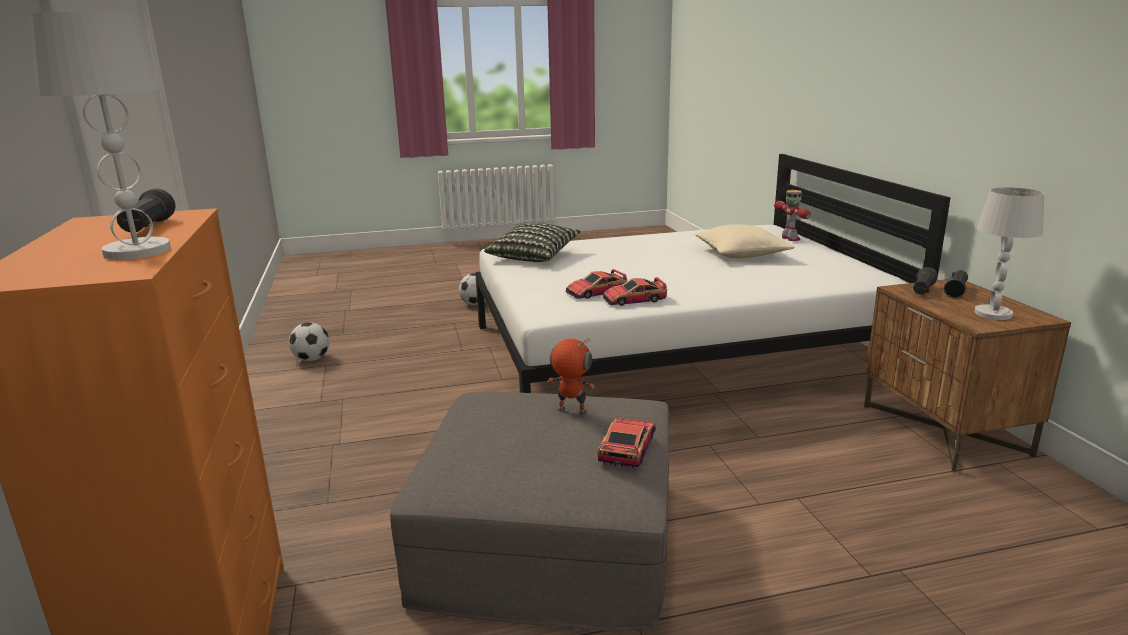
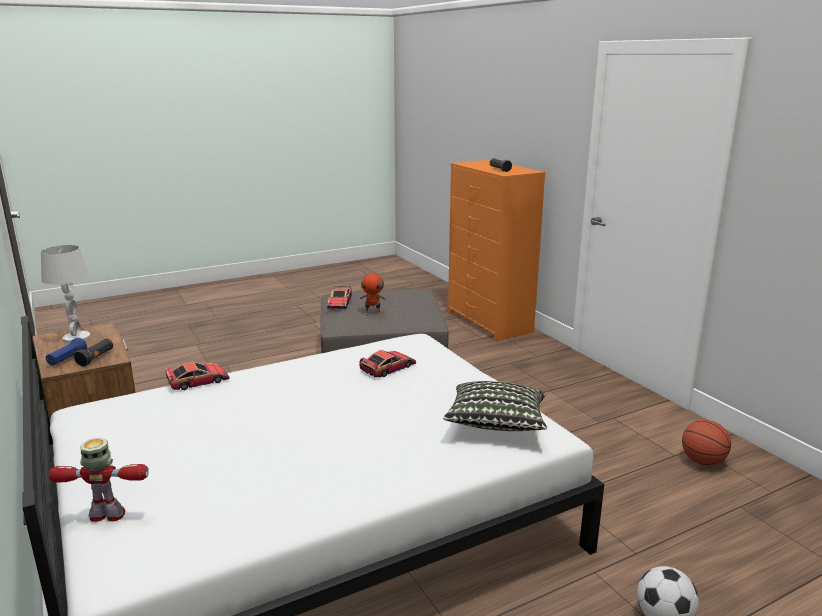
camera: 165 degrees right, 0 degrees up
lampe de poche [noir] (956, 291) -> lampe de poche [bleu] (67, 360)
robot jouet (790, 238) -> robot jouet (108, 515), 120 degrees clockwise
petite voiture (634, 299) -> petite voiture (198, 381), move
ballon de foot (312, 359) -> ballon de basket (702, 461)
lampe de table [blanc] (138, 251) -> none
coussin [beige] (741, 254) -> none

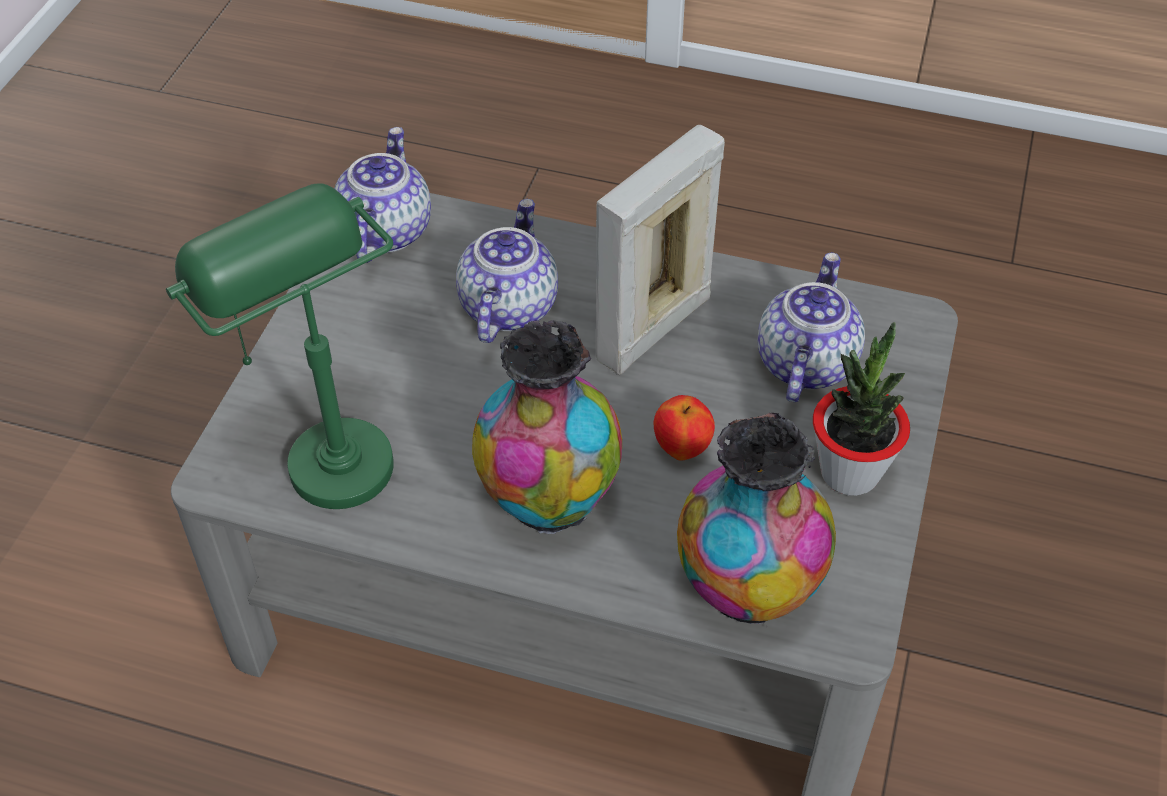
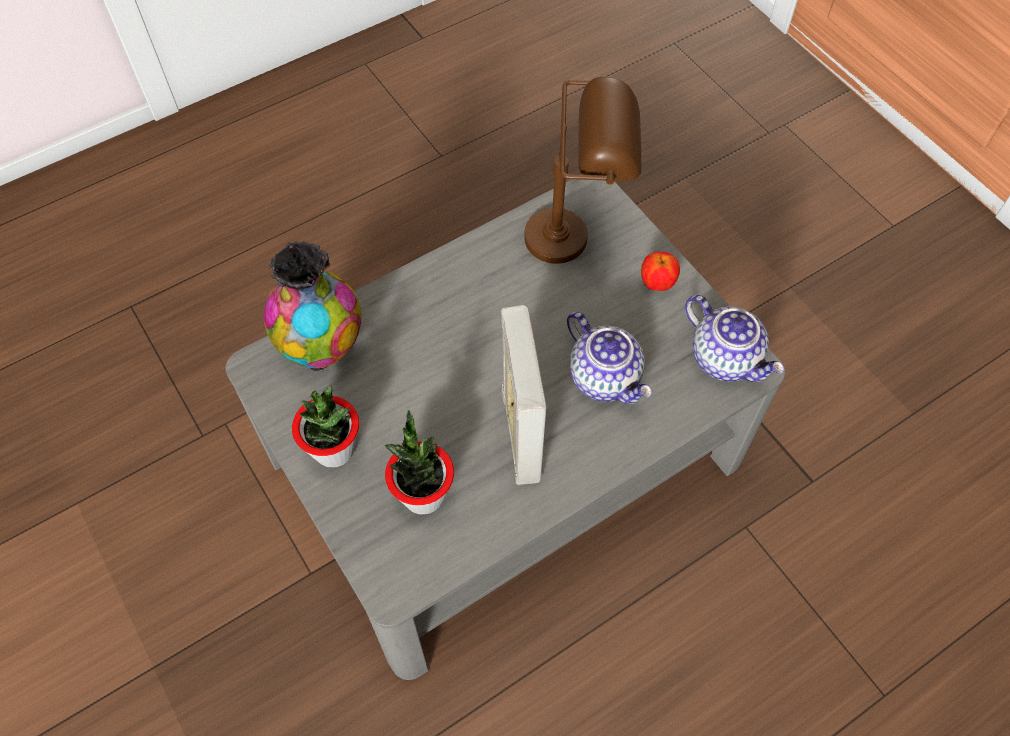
camera: 130 degrees right, 10 degrees up
théière (804, 362) -> plante en pot (423, 495)
lampe de table [vert] (319, 446) -> lampe de table [marron] (578, 237)
pomme (682, 449) -> pomme (657, 284), move
vase (549, 498) -> none

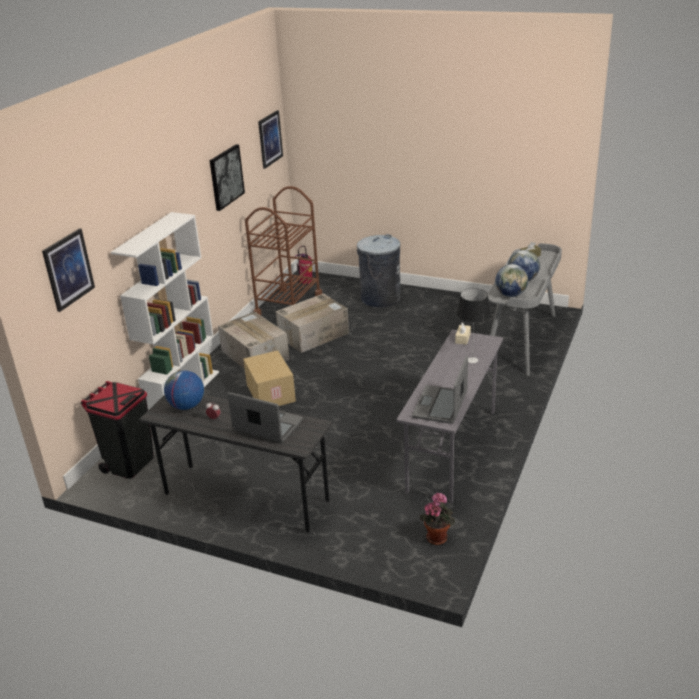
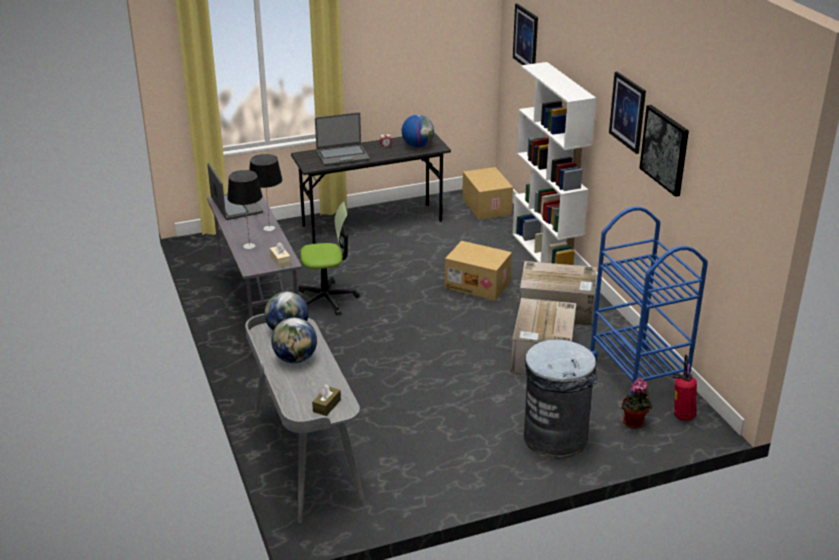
camera: 135 degrees right, 0 degrees up
none -> lampe de table (268, 228)
none -> chaise de bureau (327, 299)
poubelle [noir] (129, 463) -> carton (485, 206)
chariot [marron] (288, 305) -> chariot [bleu] (637, 375)
tableau (270, 139) -> tableau (628, 112), move
plante en pot (437, 536) -> plante en pot (634, 424), move

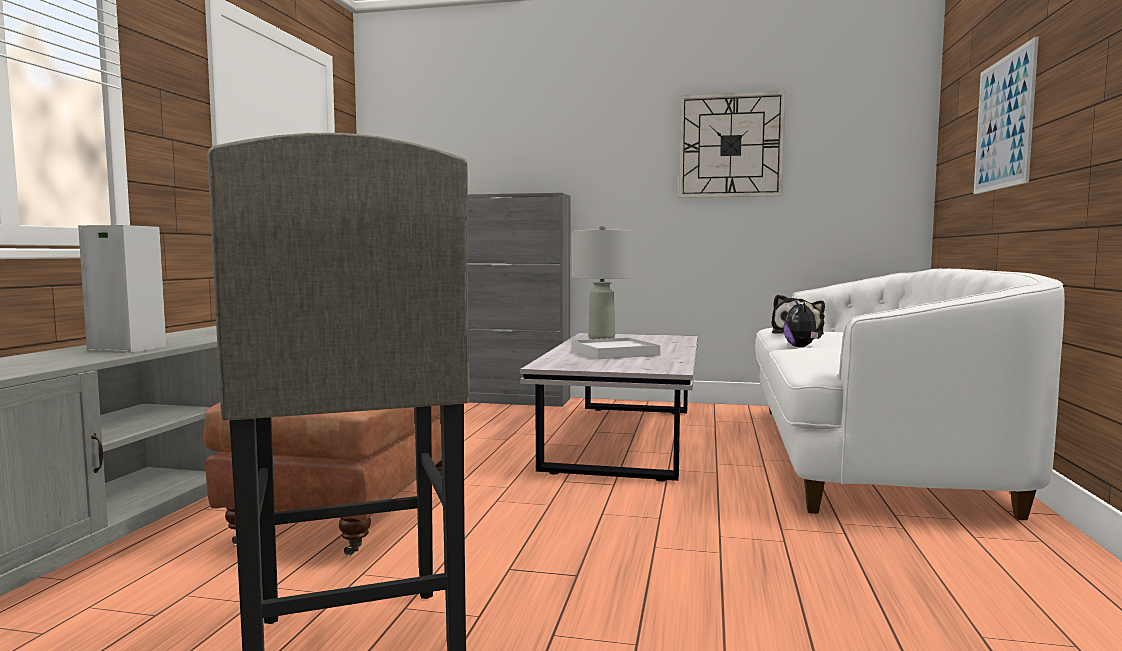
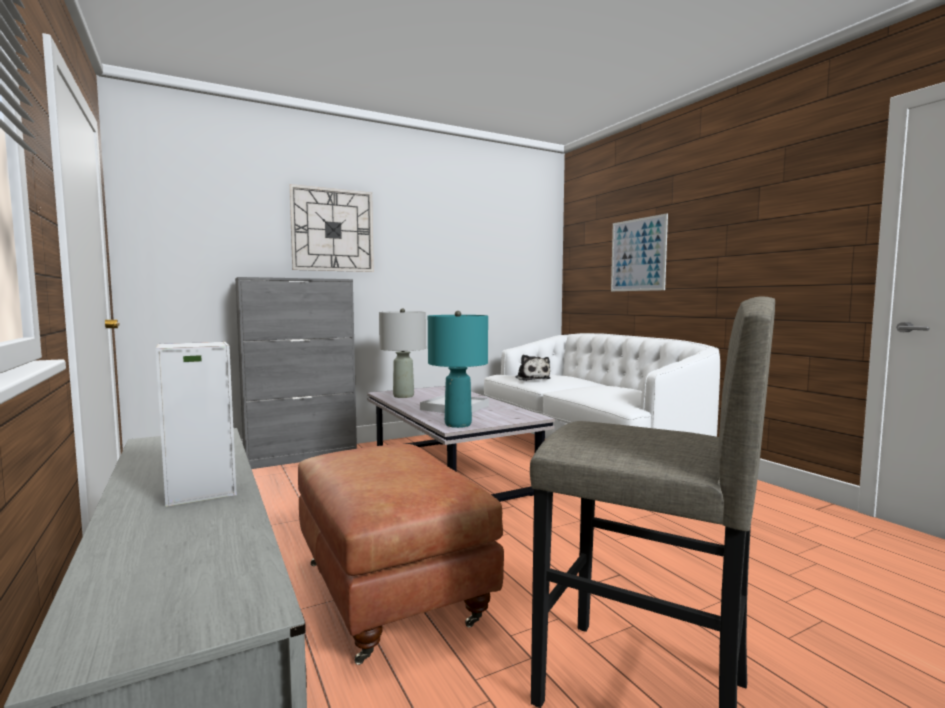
camera: 40 degrees left, 0 degrees up
horloge murale (730, 145) -> horloge murale (332, 230), move
none -> lampe de table [turquoise] (458, 424)
peluche (801, 347) -> none

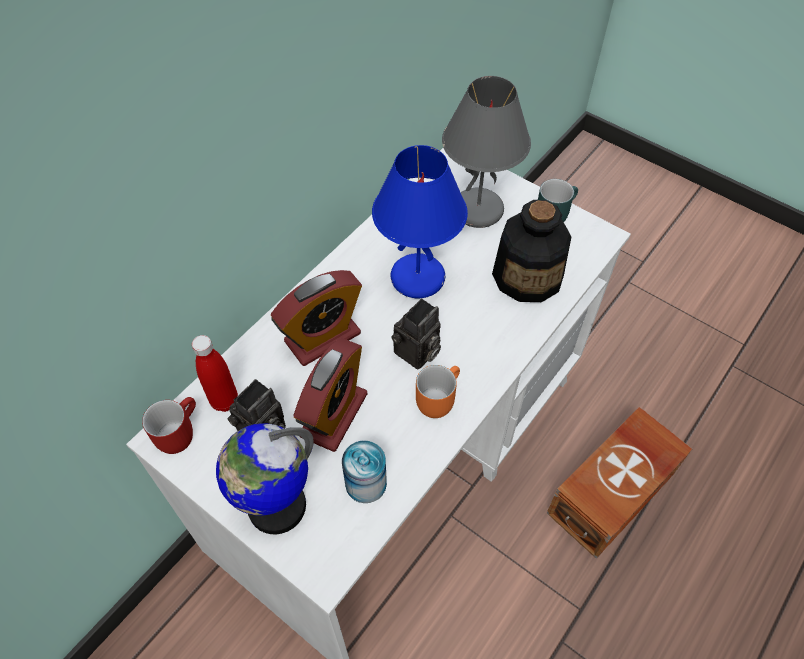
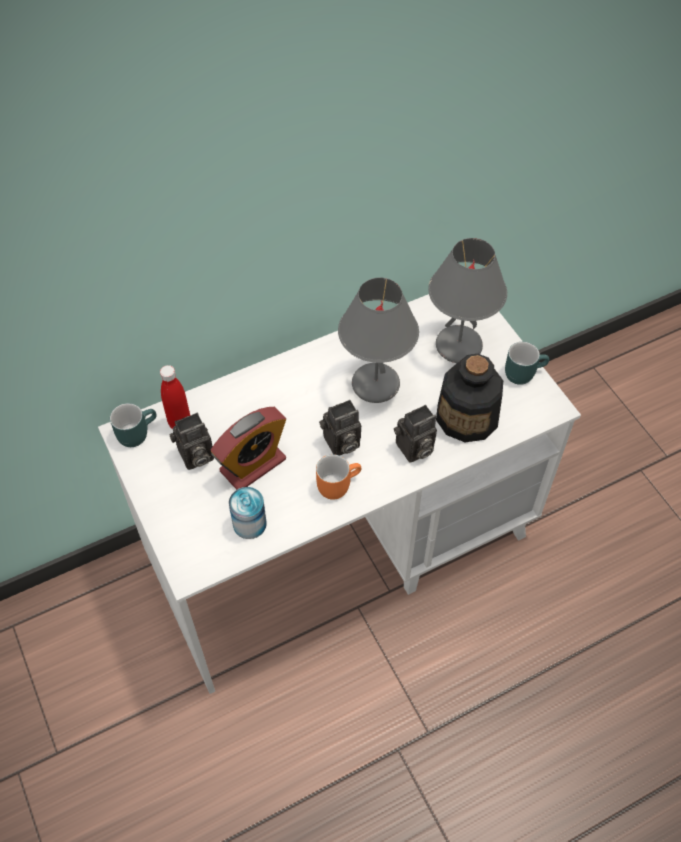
camera: 25 degrees right, 0 degrees up
mug [rouge] (177, 431) -> mug [turquoise] (136, 432)
lampe de table [bleu] (419, 277) -> lampe de table [gris] (376, 385)
none -> appareil photo (414, 450)
globe (276, 506) -> none
réveil (322, 337) -> none
boîte de rangement [marron] (613, 493) -> none

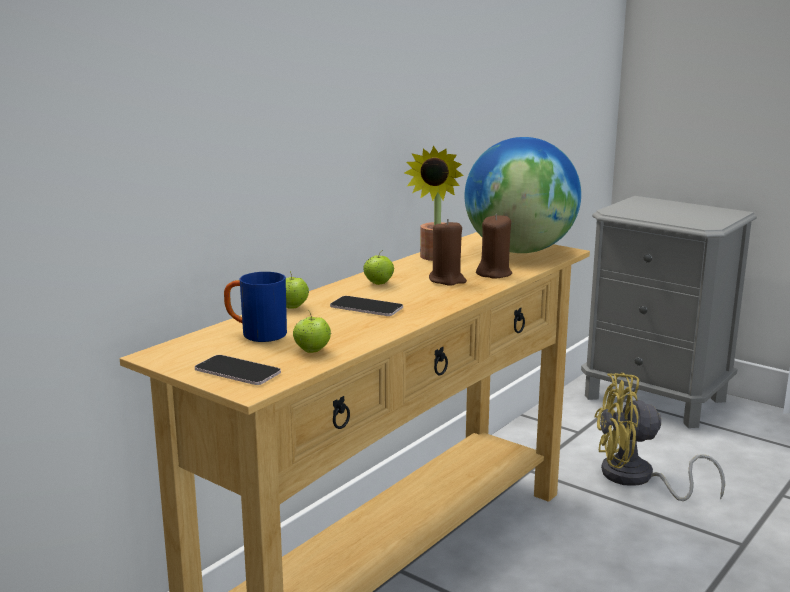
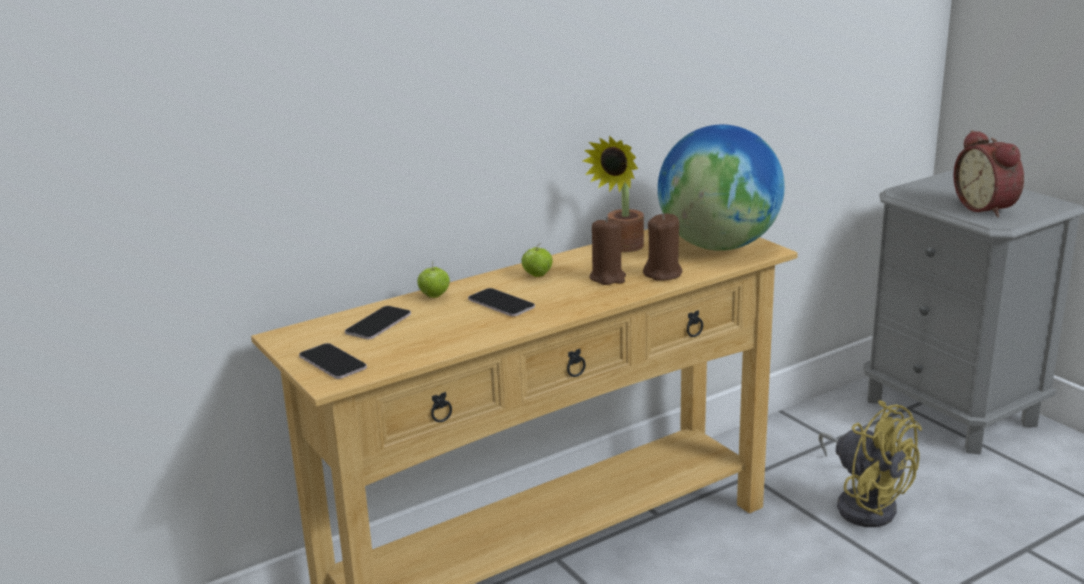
camera: 20 degrees right, 5 degrees up
mug [bleu] (256, 334) -> téléphone (378, 324)
ventilateur [jaune] (637, 479) -> ventilateur [jaune] (864, 504), 150 degrees counterclockwise
none -> réveil (987, 208)
pomme (312, 351) -> none

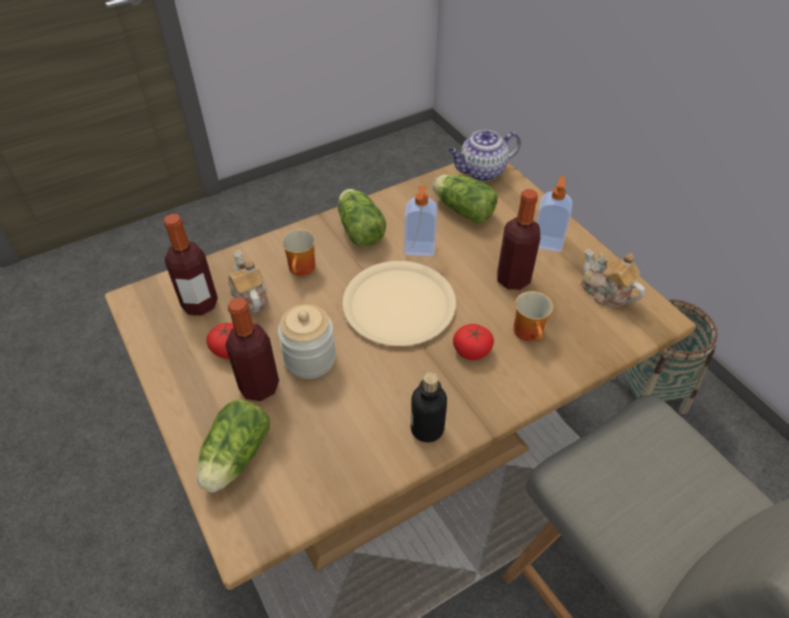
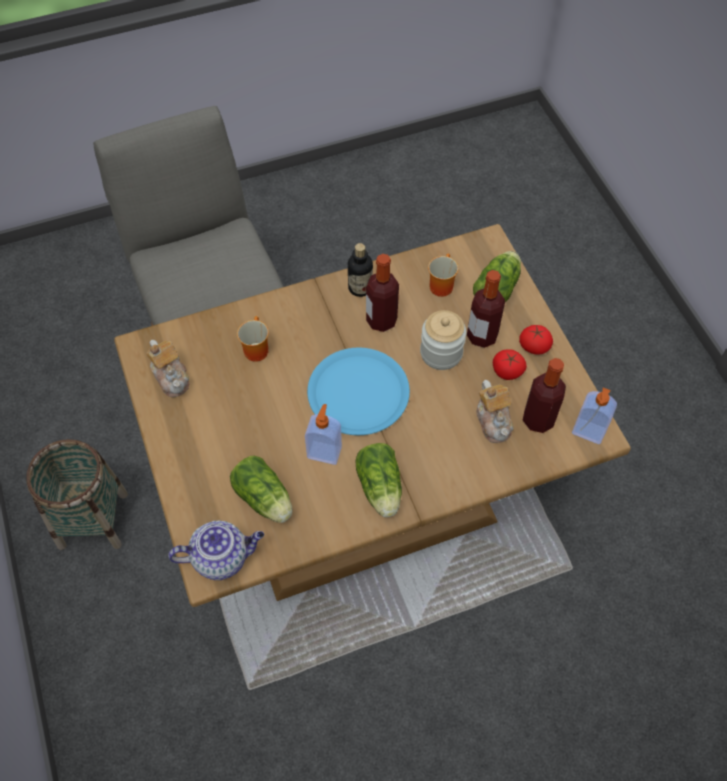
camera: 170 degrees left, 10 degrees up
assiette [beige] (399, 304) -> assiette [bleu] (358, 392)
bouteille (513, 279) -> bouteille (381, 320), move
mug (303, 269) -> mug (440, 284), move
tomate (472, 350) -> tomate (534, 346), move
distributeur de savon (547, 242) -> distributeur de savon (588, 432), move

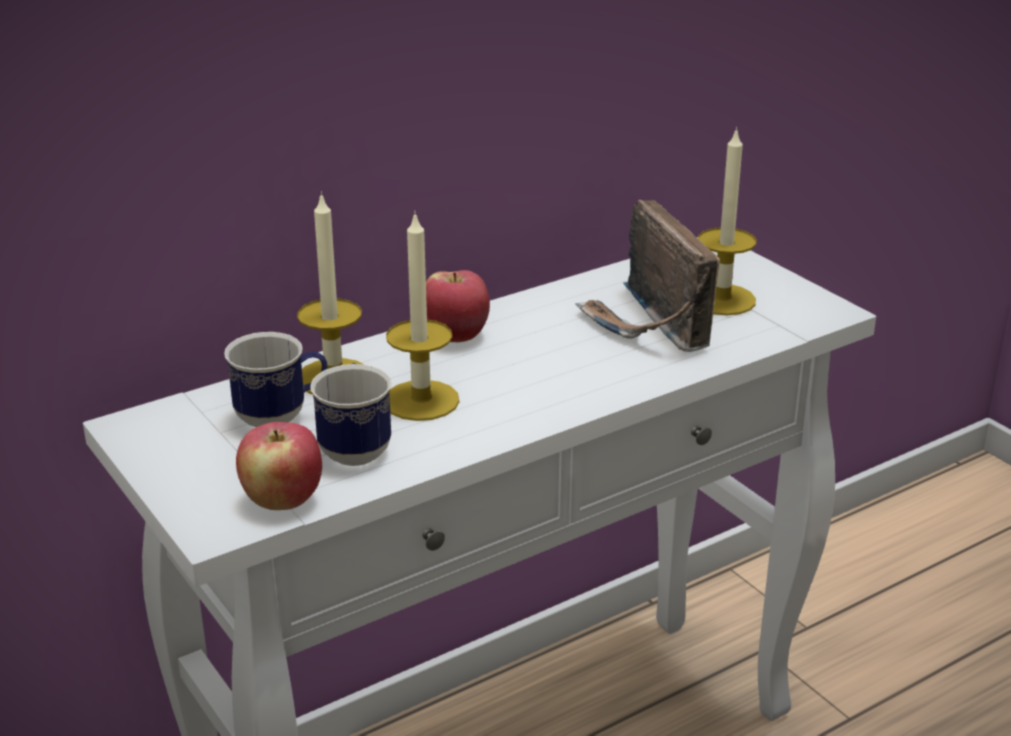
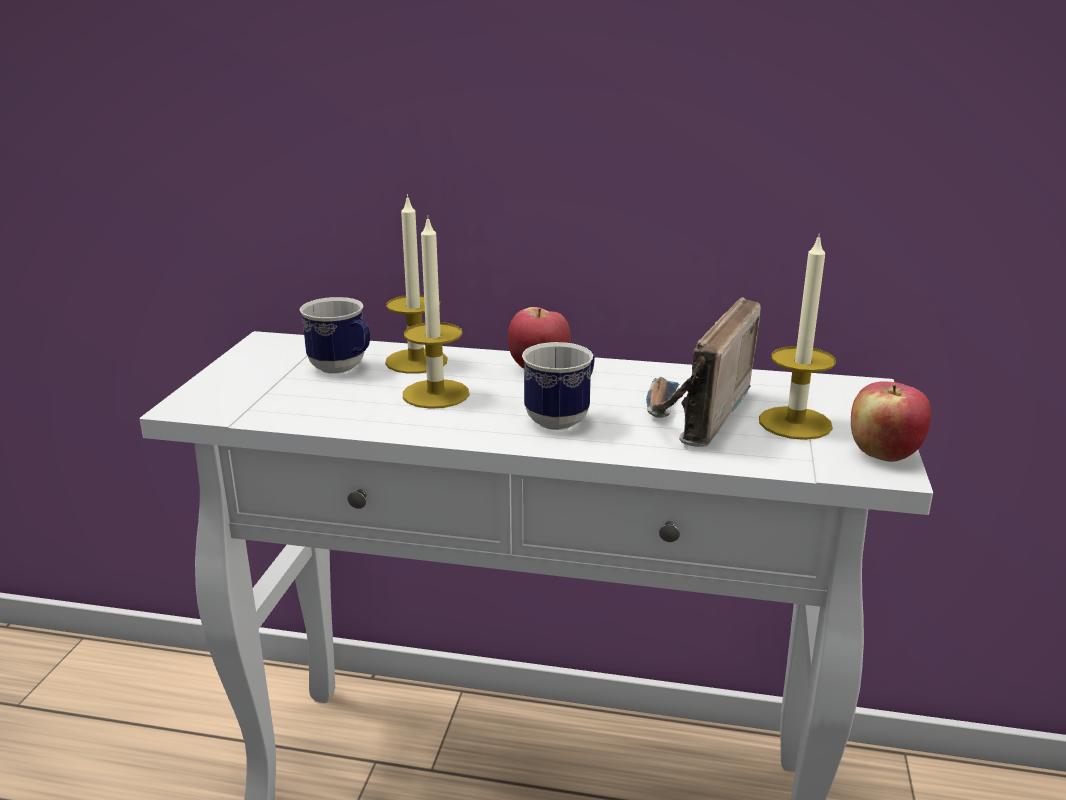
camera: 45 degrees right, 5 degrees down
mug (355, 447) -> mug (563, 417), move
pomme (282, 500) -> pomme (883, 454), move

